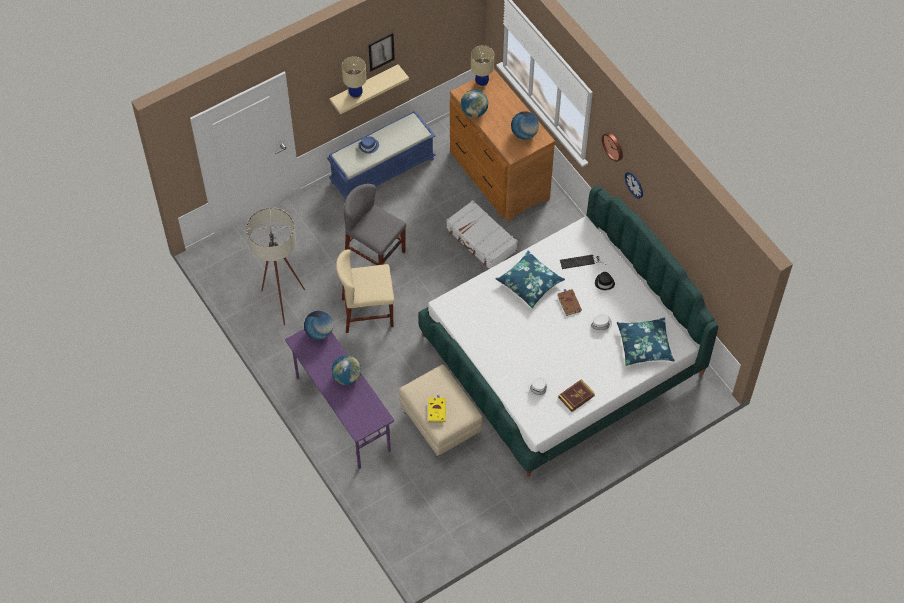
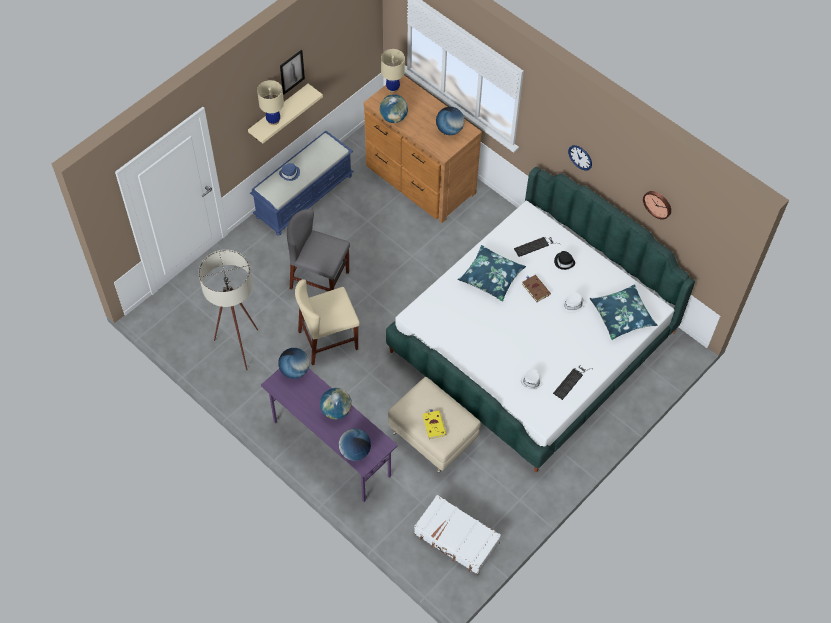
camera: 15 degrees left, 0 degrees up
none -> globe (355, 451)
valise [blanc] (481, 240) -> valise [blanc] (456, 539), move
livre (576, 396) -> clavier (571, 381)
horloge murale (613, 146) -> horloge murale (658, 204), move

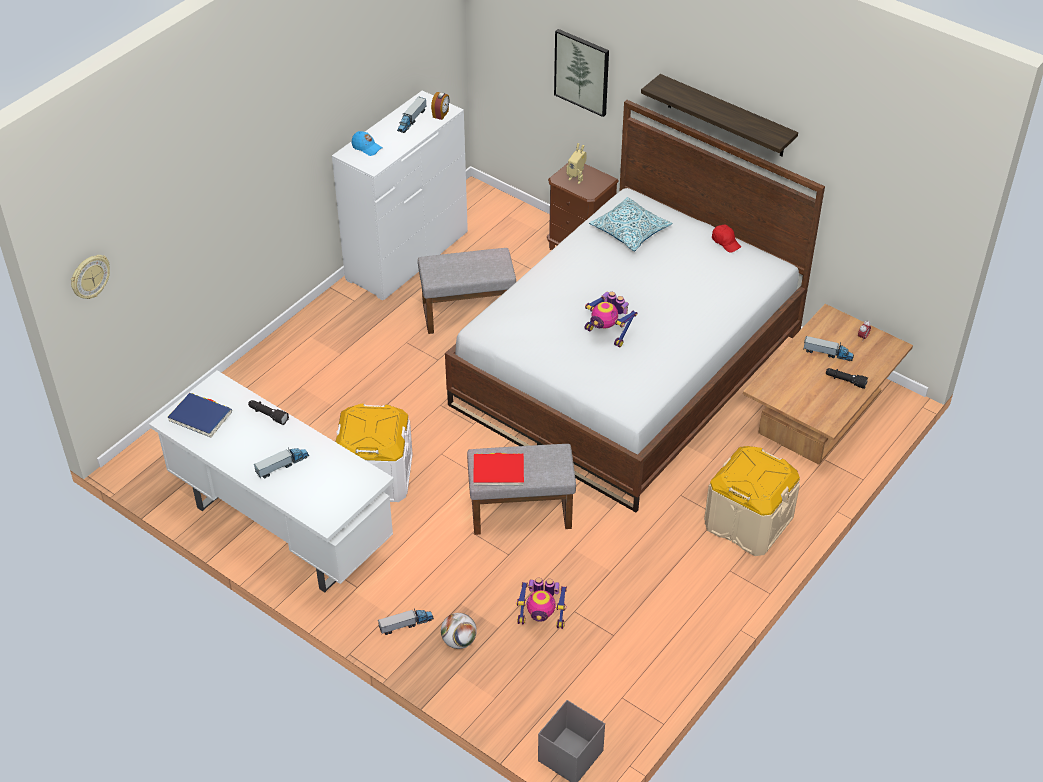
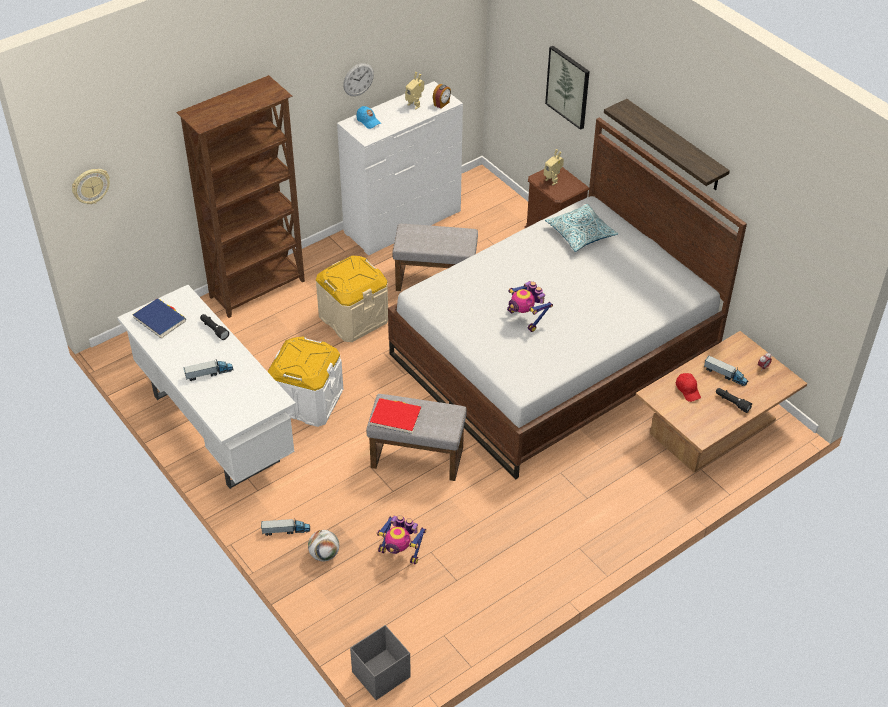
camera: 15 degrees right, 0 degrees up
none -> bibliothèque [marron] (258, 289)
boîte de rangement [beige] (748, 522) -> boîte de rangement [beige] (353, 318), move
none -> horloge murale (358, 79)
camion jouet (411, 120) -> robot jouet (415, 104)
casquette [rouge] (725, 242) -> casquette [rouge] (688, 390), move

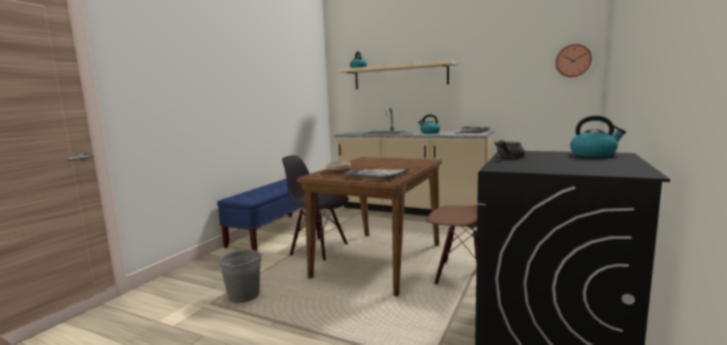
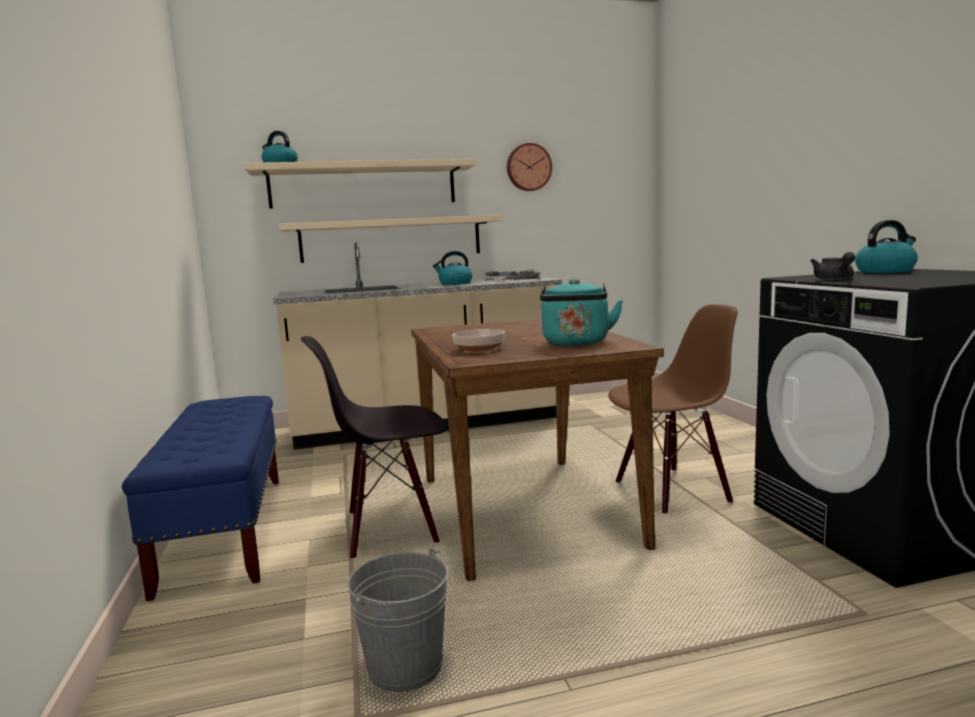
camera: 40 degrees left, 0 degrees up
none -> étagère [beige] (391, 239)
horloge murale (573, 60) -> horloge murale (528, 167), move
plateau [gris] (377, 175) -> bouilloire [turquoise] (576, 343)

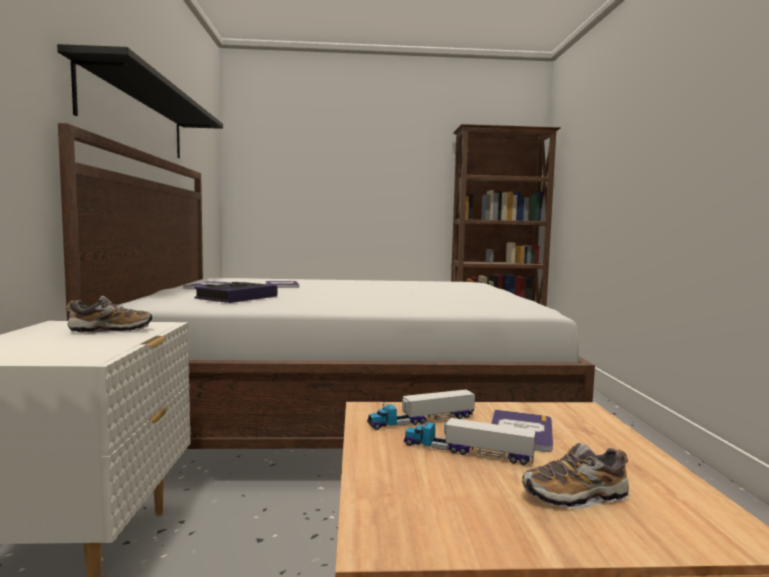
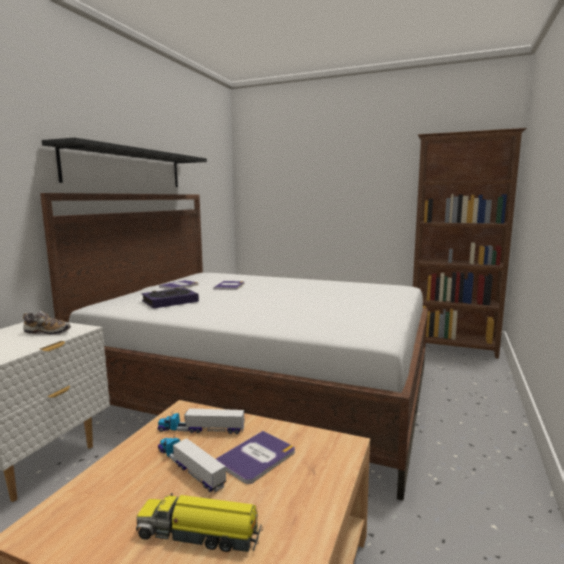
camera: 25 degrees right, 5 degrees up
chaussure (575, 496) -> camion jouet (200, 534)

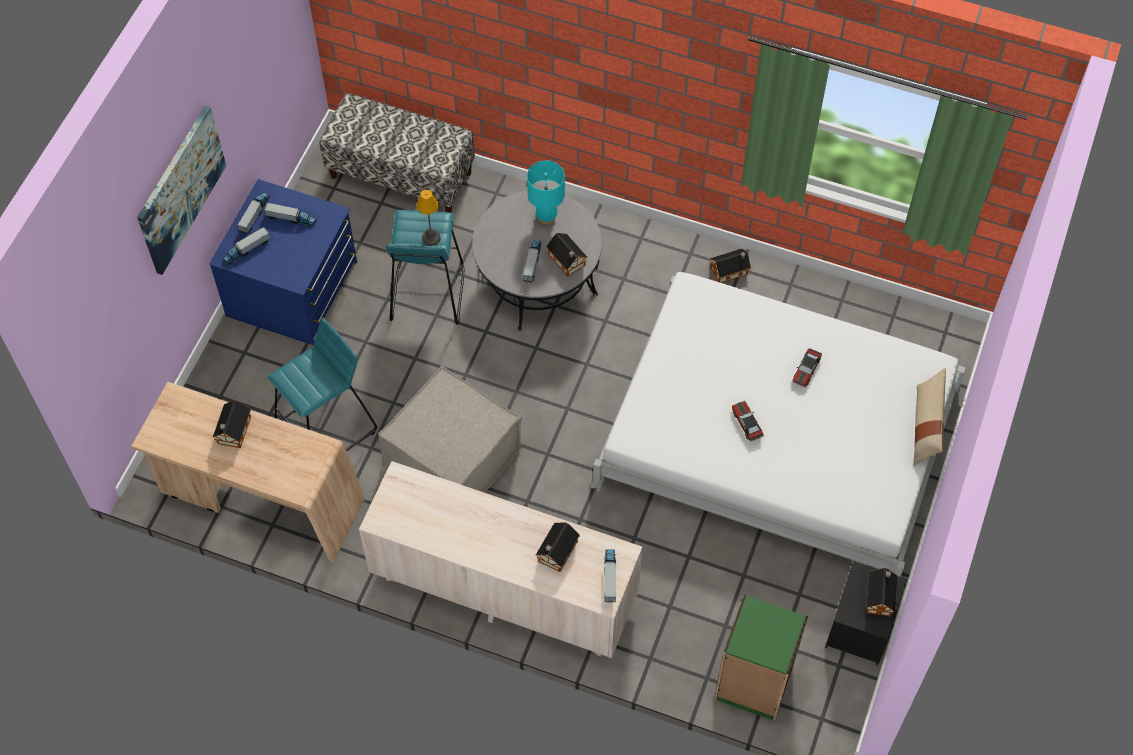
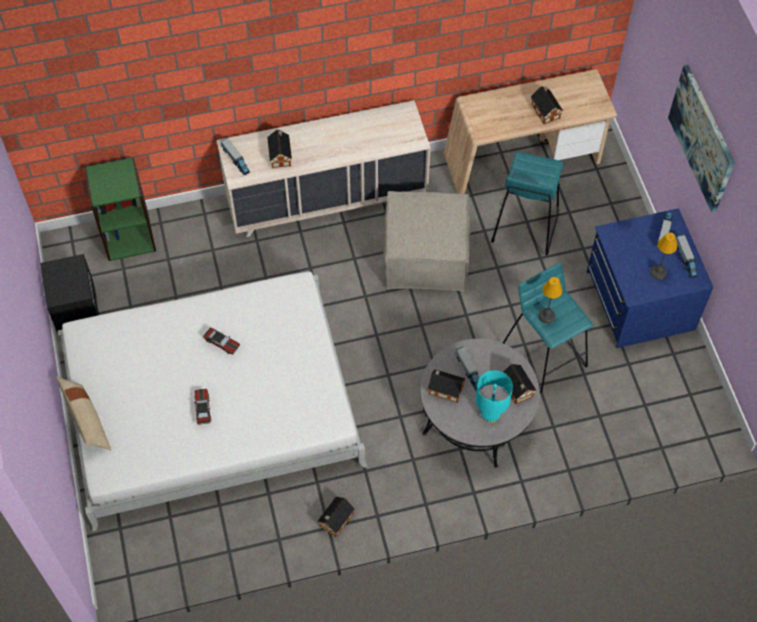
camera: 145 degrees right, 0 degrees up
maison miniature (880, 596) -> maison miniature (517, 389), move
camion jouet (291, 218) -> lampe de table (658, 272)
banc (401, 174) -> none

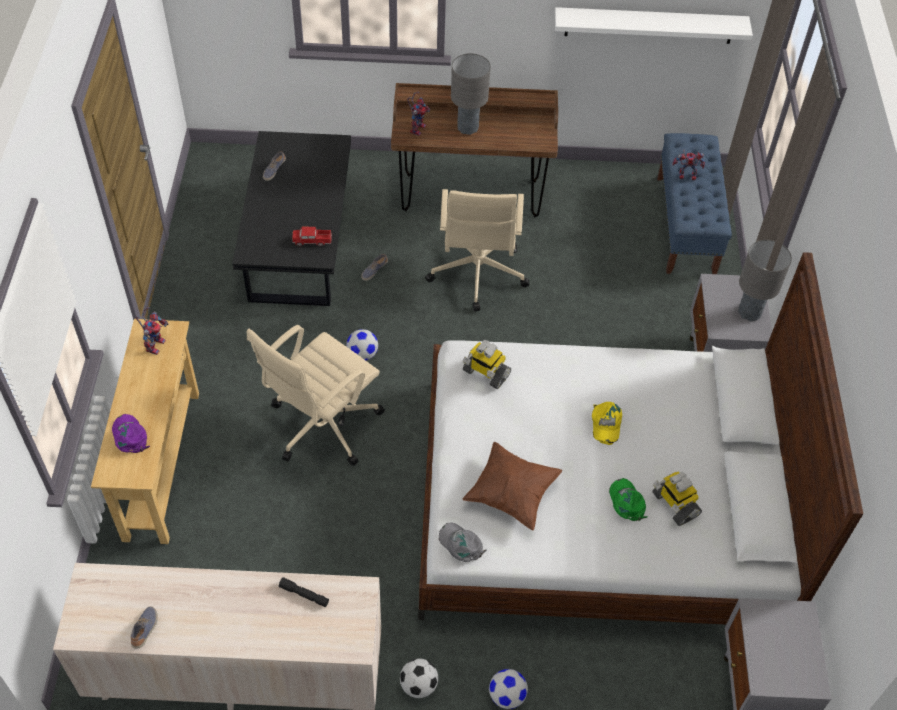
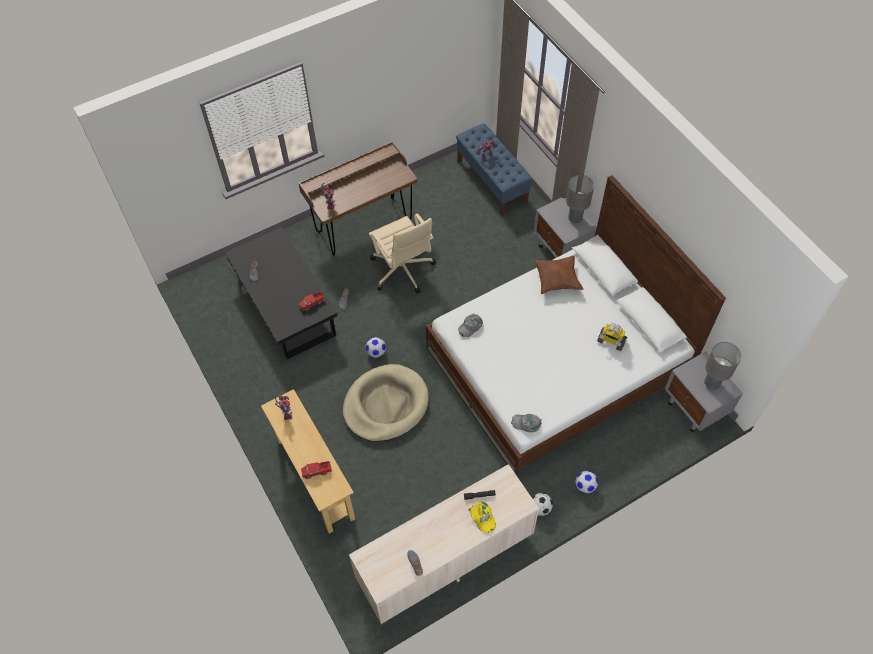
camera: 30 degrees left, 5 degrees up
casquette [violet] (130, 436) -> camion jouet (316, 471)
chaise de bureau [beige] (322, 425) -> panier pour chien [beige] (386, 405)
robot jouet (485, 373) -> casquette [gris] (470, 326)
casquette [jaune] (605, 424) -> casquette [jaune] (482, 517), move
coussin [marron] (511, 494) -> coussin [marron] (556, 280), move
lampe de table [gris] (467, 128) -> lampe de table [gris] (712, 383), move
étagère [blanc] (649, 25) -> none
casquette [vert] (627, 502) -> none

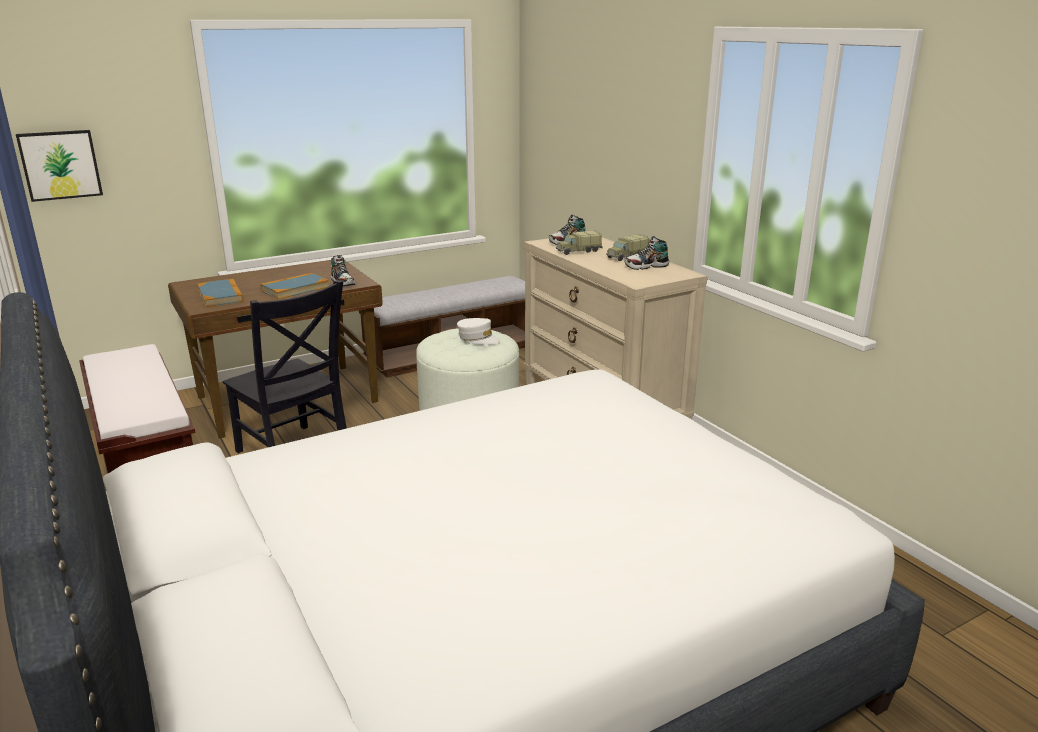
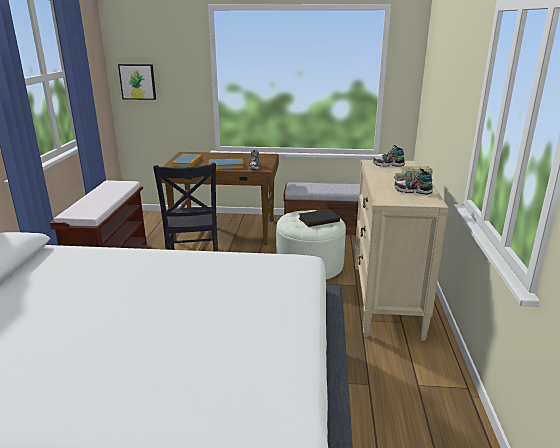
camera: 35 degrees right, 0 degrees up
casquette [blanc] (478, 339) -> livre [noir] (318, 219)
camion jouet (578, 251) -> none

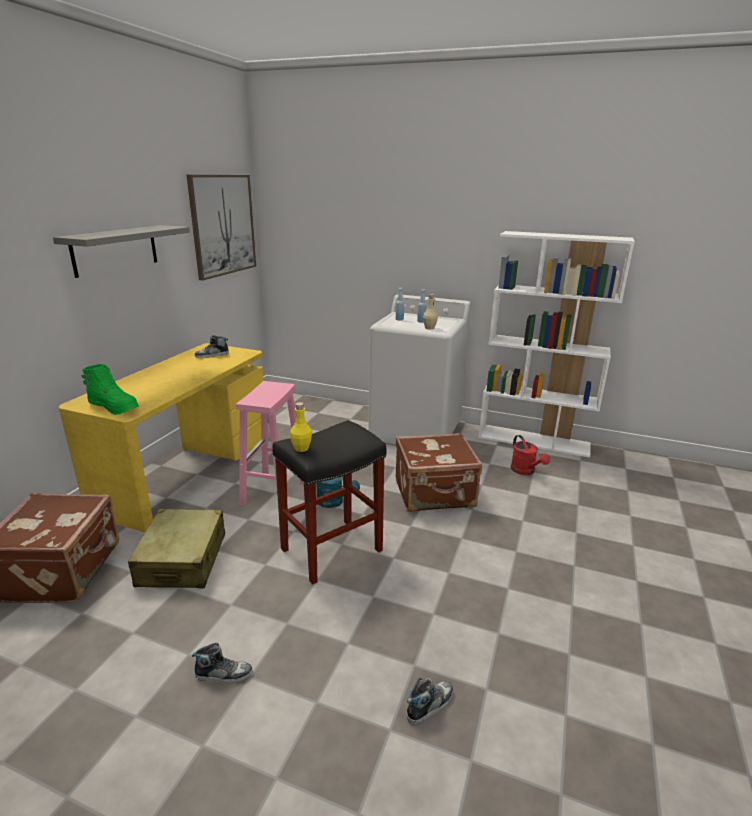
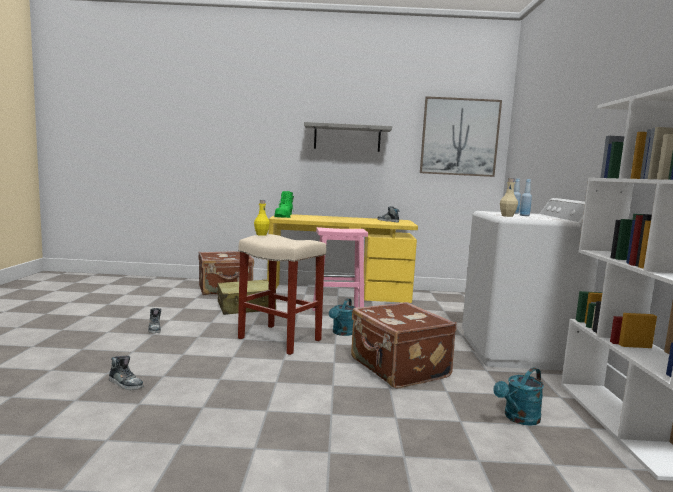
camera: 70 degrees right, 15 degrees down
tabouret [noir] (332, 549) -> tabouret [beige] (281, 339)
arrosoir [rouge] (525, 471) -> arrosoir [turquoise] (518, 418)

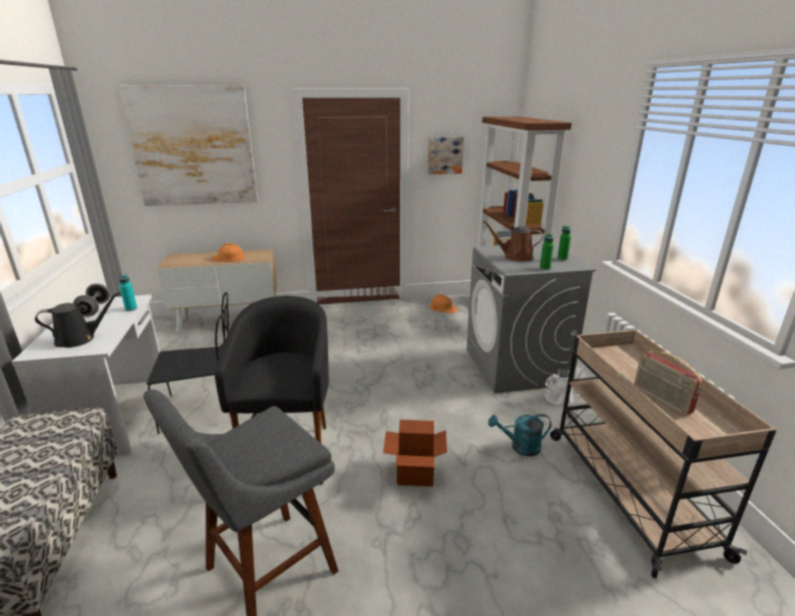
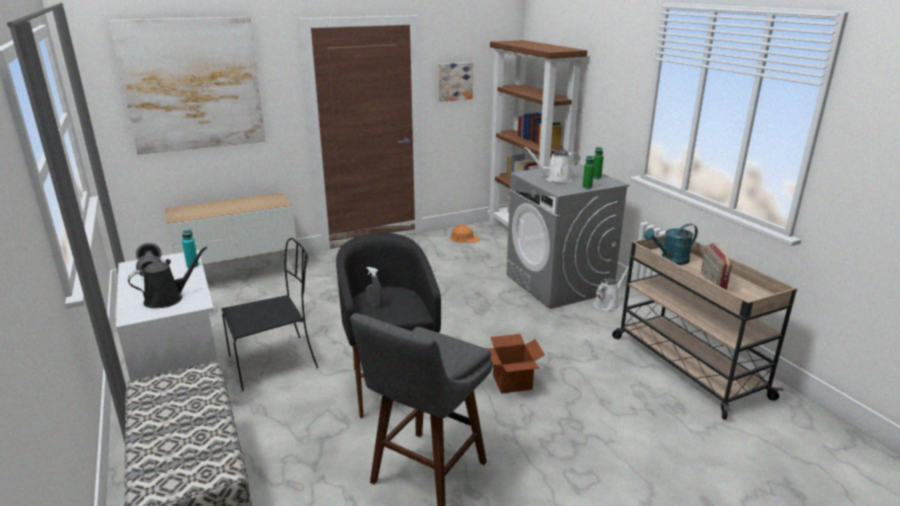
camera: 15 degrees left, 0 degrees up
none -> vaporisateur [gris] (374, 305)
arrosoir [marron] (515, 257) -> arrosoir [blanc] (555, 179)
arrosoir [turquoise] (520, 447) -> arrosoir [turquoise] (670, 260), move
radio (661, 400) -> radio (712, 282), 45 degrees clockwise
casque de chantier [orange] (228, 258) -> none

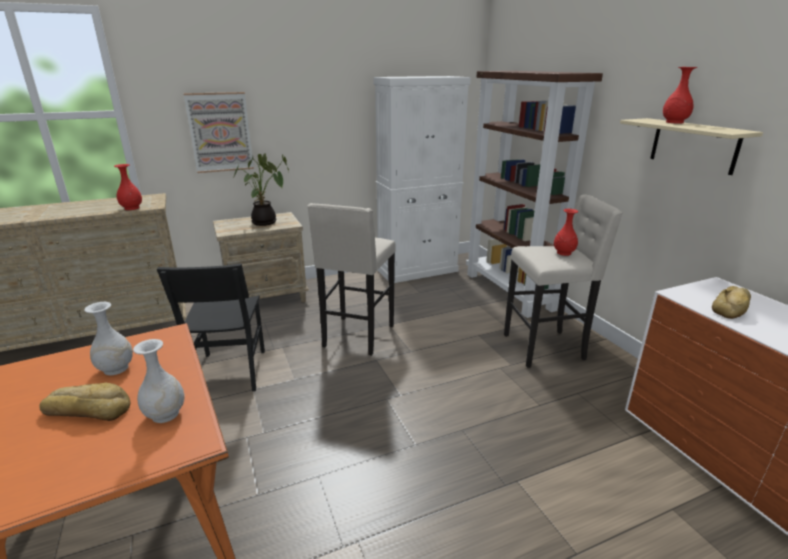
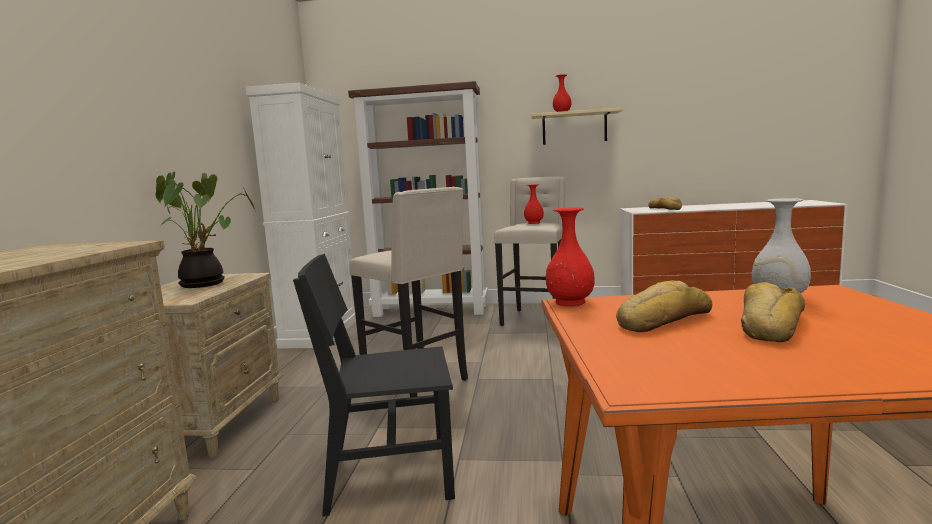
camera: 60 degrees left, 15 degrees down
chaise [noir] (229, 371) -> chaise [noir] (390, 475), 150 degrees clockwise
vase [rouge] (132, 208) -> vase [rouge] (570, 302), move
vase [blanc] (116, 369) -> pain (661, 319)
tableau (220, 132) -> none

